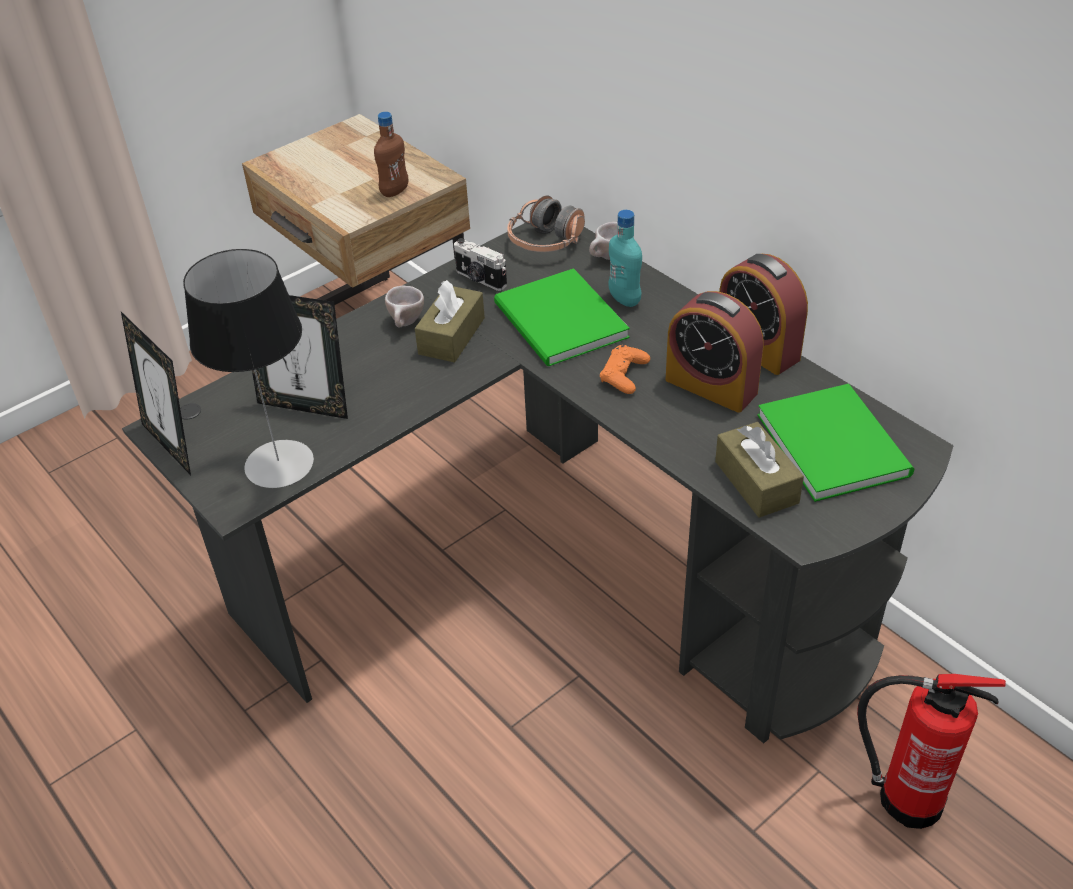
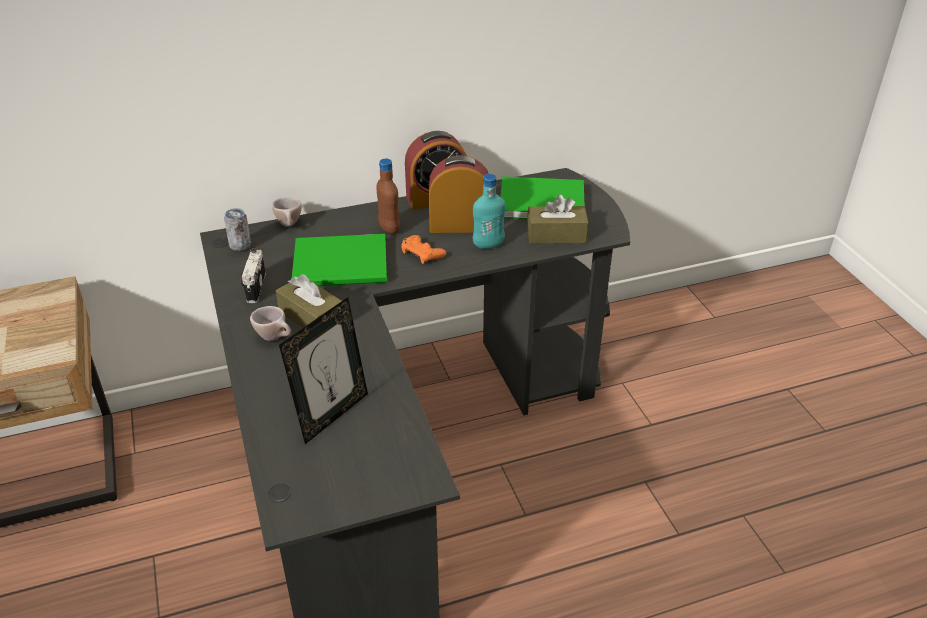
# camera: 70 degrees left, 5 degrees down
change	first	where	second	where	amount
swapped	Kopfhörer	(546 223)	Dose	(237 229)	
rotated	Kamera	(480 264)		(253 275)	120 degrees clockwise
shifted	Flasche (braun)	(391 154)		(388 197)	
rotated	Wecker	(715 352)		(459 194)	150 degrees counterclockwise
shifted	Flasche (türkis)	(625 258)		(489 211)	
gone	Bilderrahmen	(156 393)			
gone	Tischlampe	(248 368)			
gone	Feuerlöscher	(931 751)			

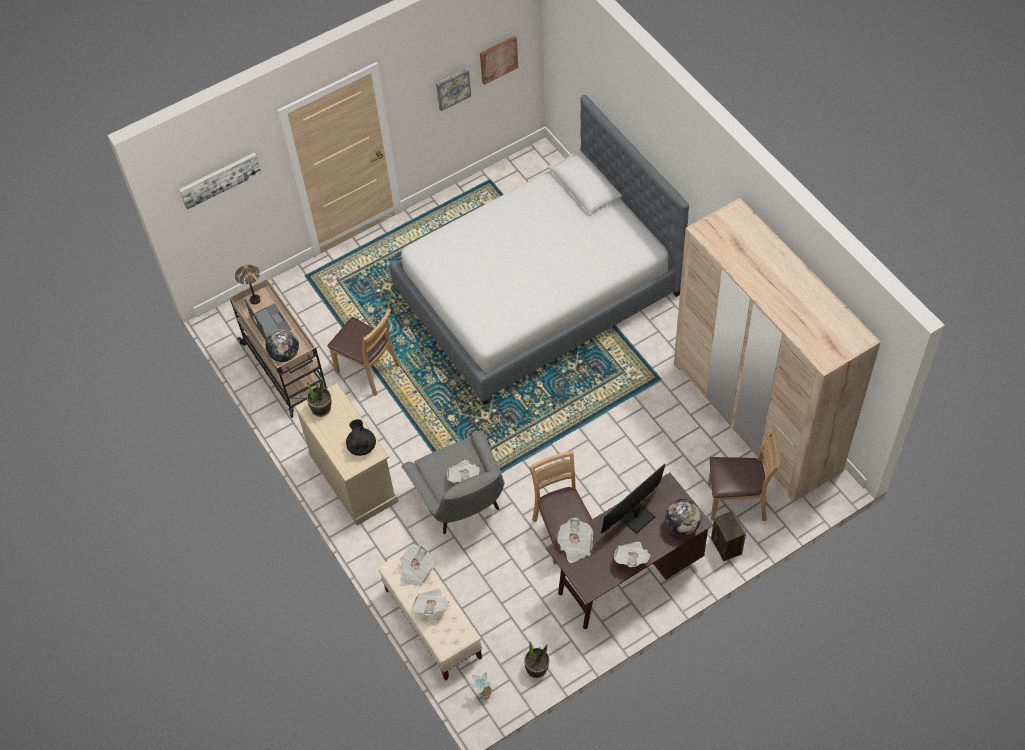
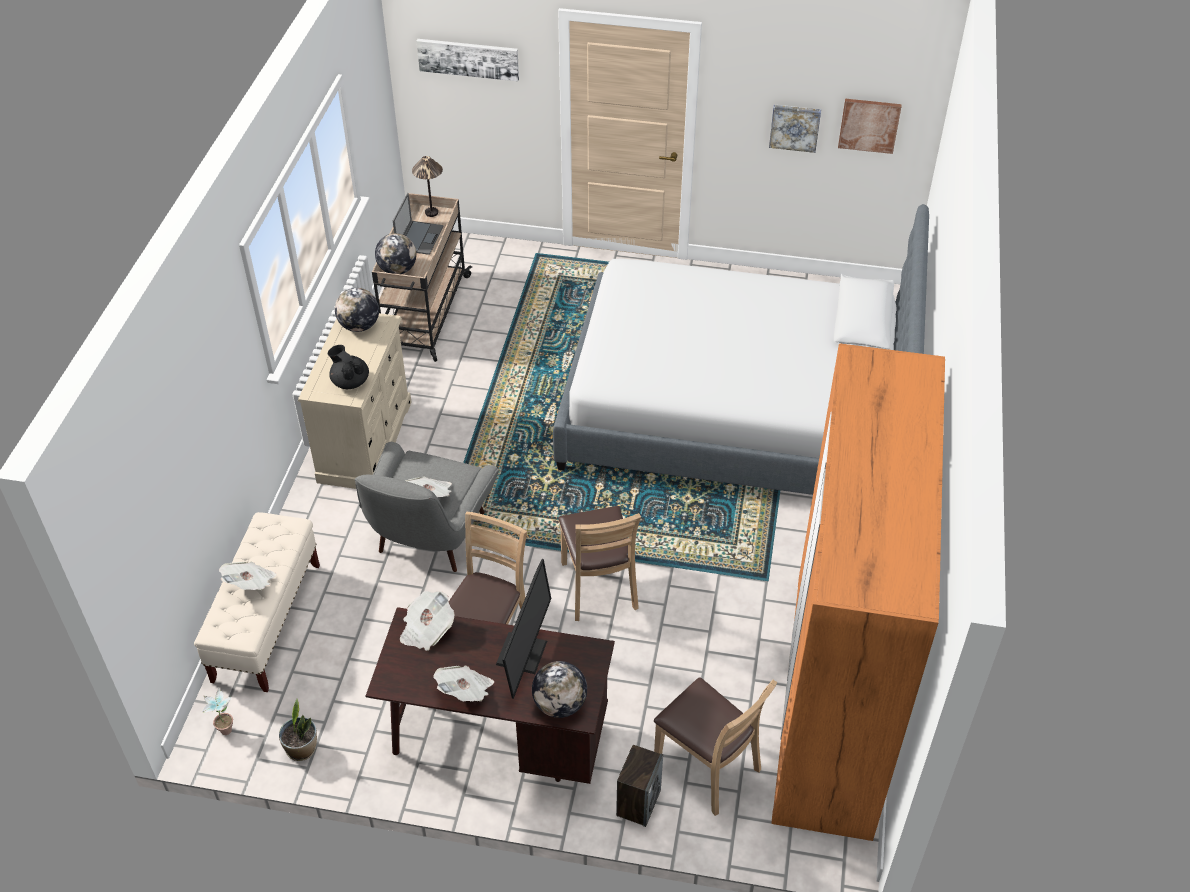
# camera: 40 degrees right, 10 degrees down
change	first	where	second	where	amount
rotated	Teekanne (schwarz)	(361 437)		(348 367)	75 degrees counterclockwise
swapped	Topfpflanze	(318 396)	Globus	(357 310)	
rotated	Monitor	(633 499)		(523 629)	105 degrees clockwise
shifted	Stuhl (braun)	(364 352)		(600 563)	
repainted	Kleiderschrank (beige)	(777 350)	Kleiderschrank (orange)	(858 592)	
gone	Zeitung	(417 565)			

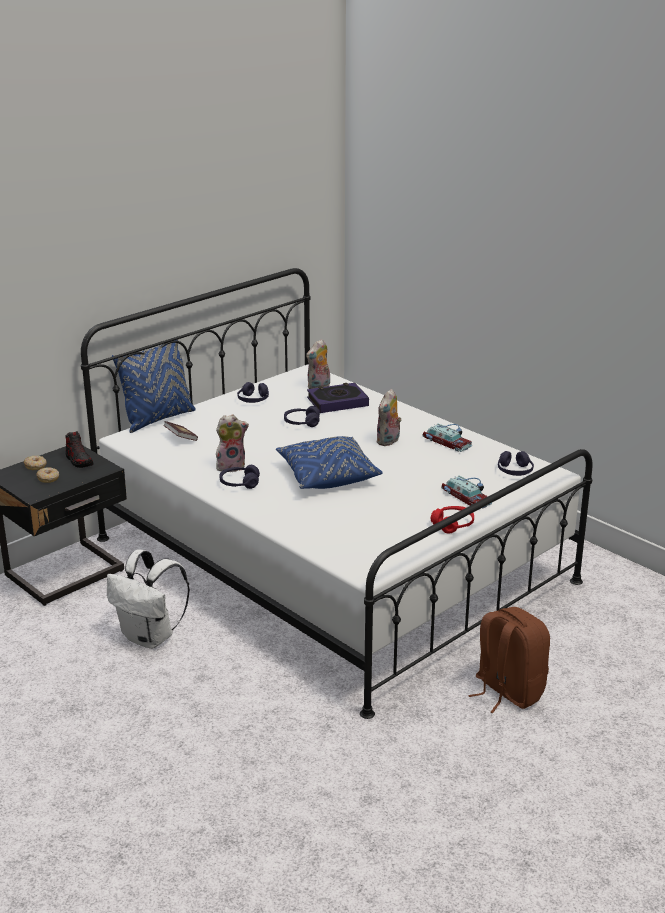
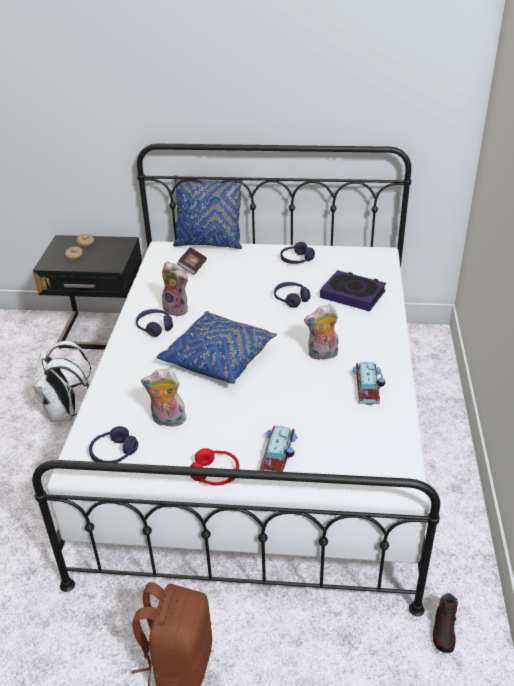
# camera: 50 degrees right, 10 degrees up
change	first	where	second	where	amount
shifted	Kopfhörer (lila)	(516 463)		(113 444)	
shifted	Plüschtier	(318 364)		(163 398)	
shifted	Schuh	(79 449)		(445 623)	

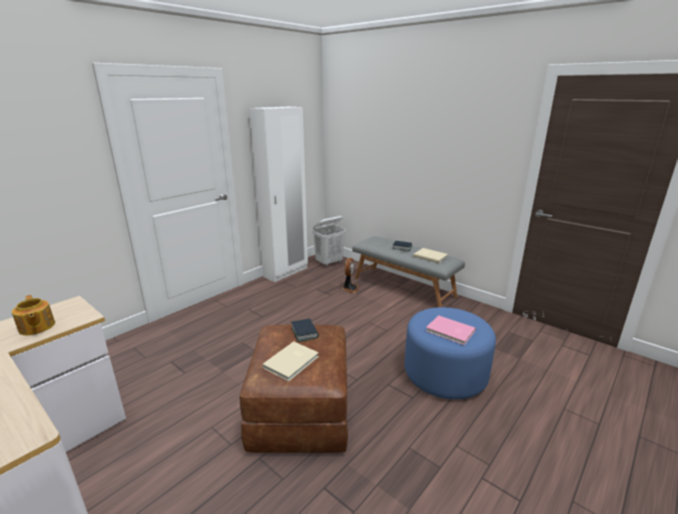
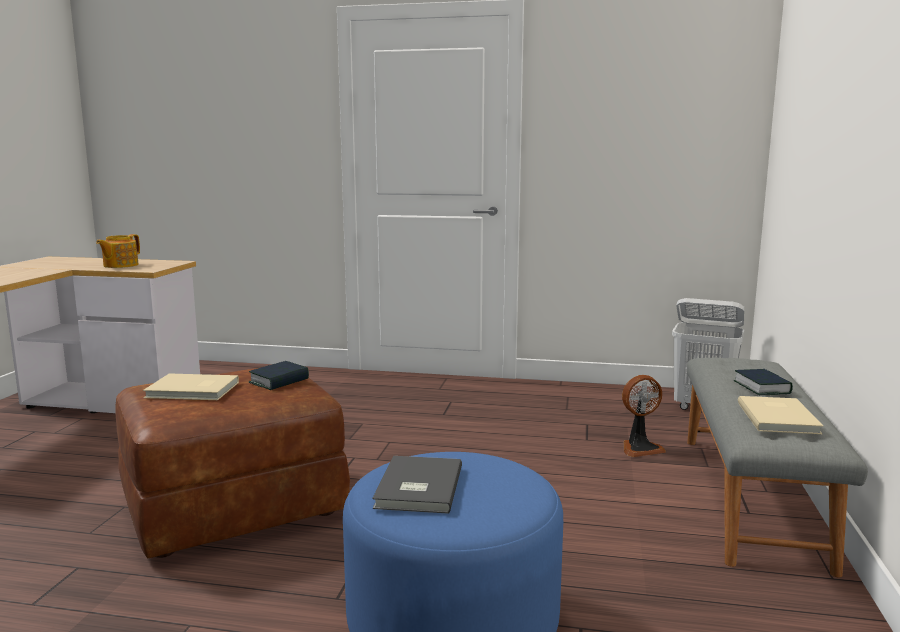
# camera: 60 degrees right, 10 degrees down
change	first	where	second	where	amount
repainted	Buch (rosa)	(451 330)	Buch (grau)	(417 485)	
gone	Kleiderschrank (weiß)	(278 194)			

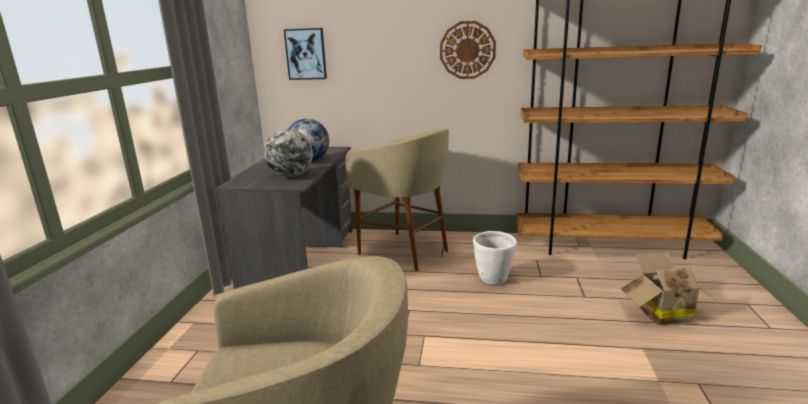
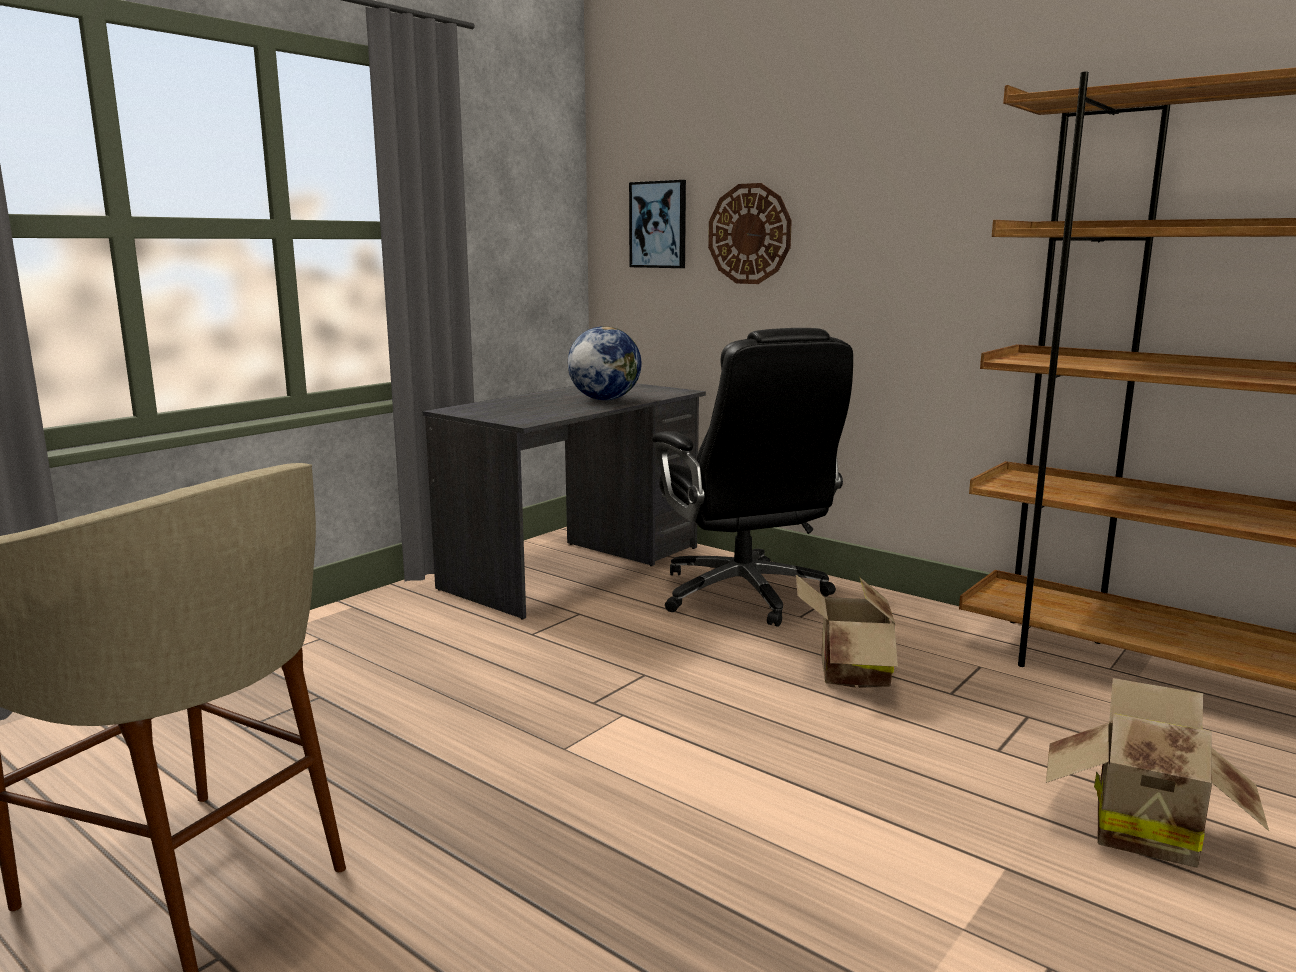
# camera: 30 degrees right, 5 degrees down
change	first	where	second	where	amount
swapped	Hocker (beige)	(397 200)	Bürostuhl (schwarz)	(752 477)	
shifted	Wanduhr	(468 50)		(750 233)	
swapped	Pflanzkübel (weiß)	(495 258)	Karton	(847 631)	
gone	Globus	(288 153)			

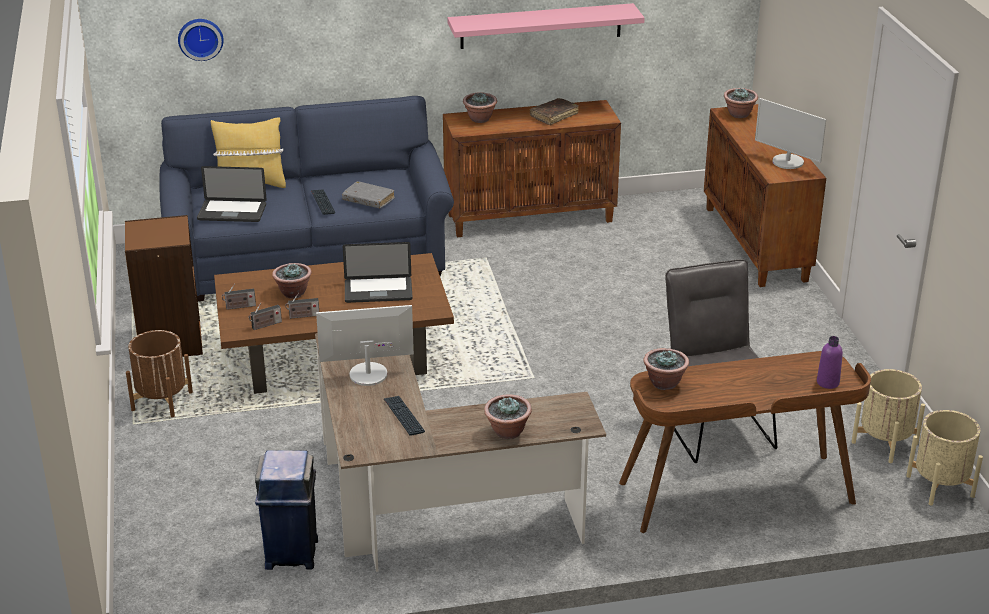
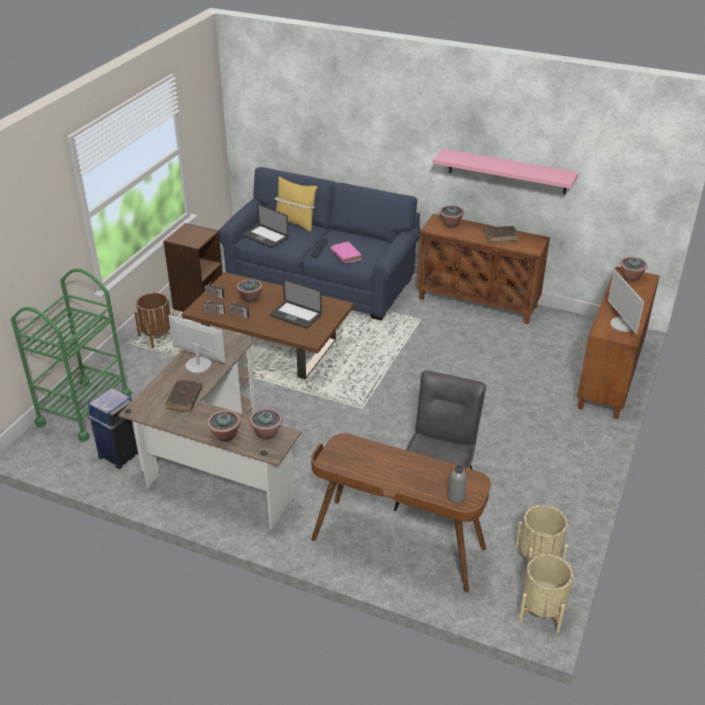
# camera: 35 degrees right, 5 degrees up
change	first	where	second	where	amount
new			Rollwagen (grün)	(71 355)	
swapped	Tastatur	(404 416)	Buch (braun)	(183 396)	
shifted	Topfpflanze	(666 369)		(266 424)	
repainted	Buch (grau)	(368 194)	Buch (rosa)	(346 252)	
repainted	Flasche (lila)	(830 362)	Flasche (grau)	(456 484)	
gone	Wanduhr	(201 40)			

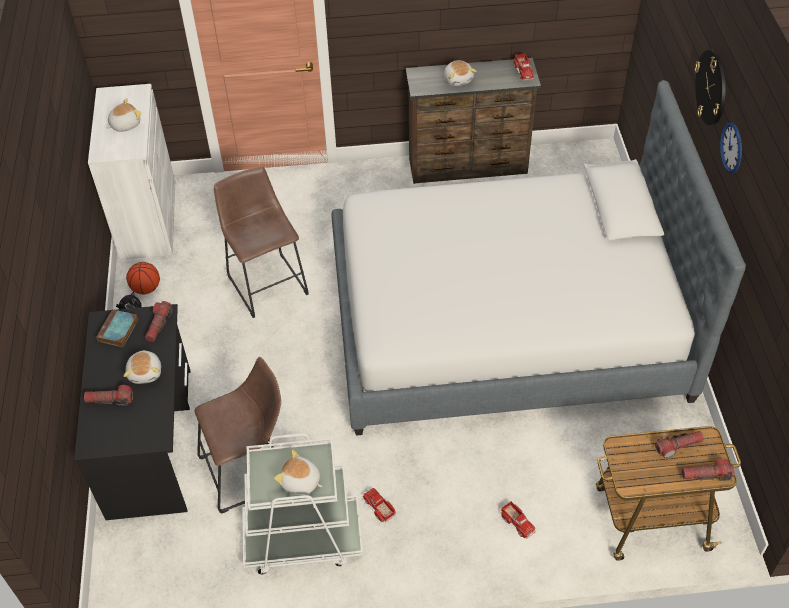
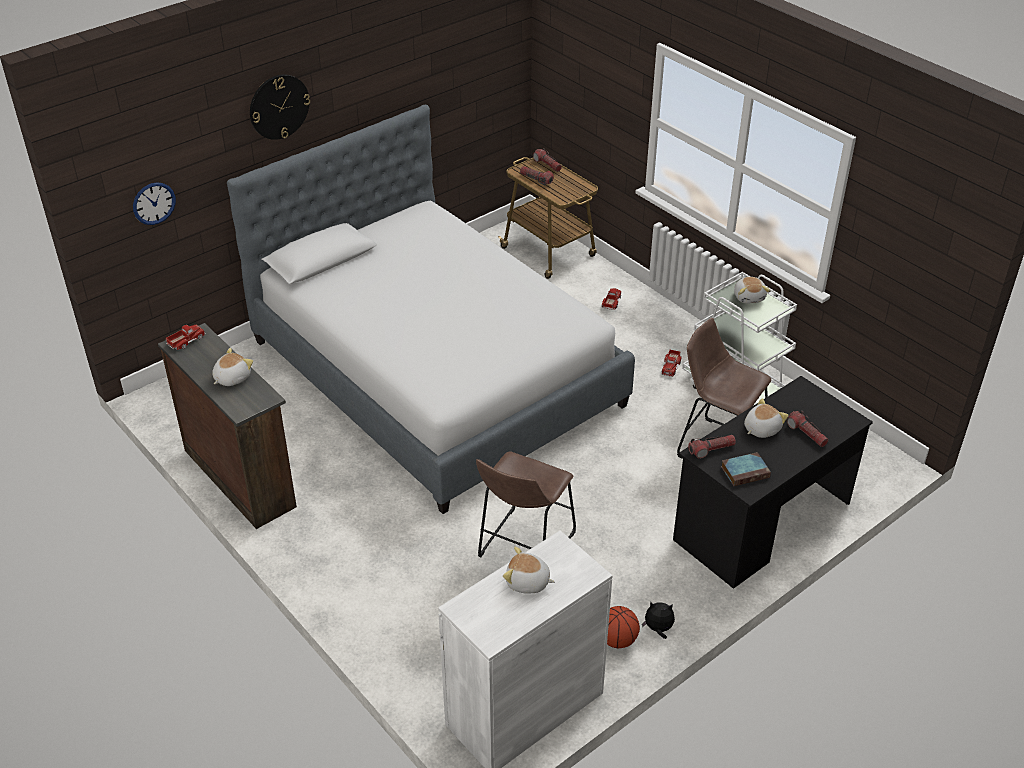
# camera: 125 degrees left, 10 degrees down
change	first	where	second	where	amount
shifted	Wanduhr	(731 147)		(154 203)	

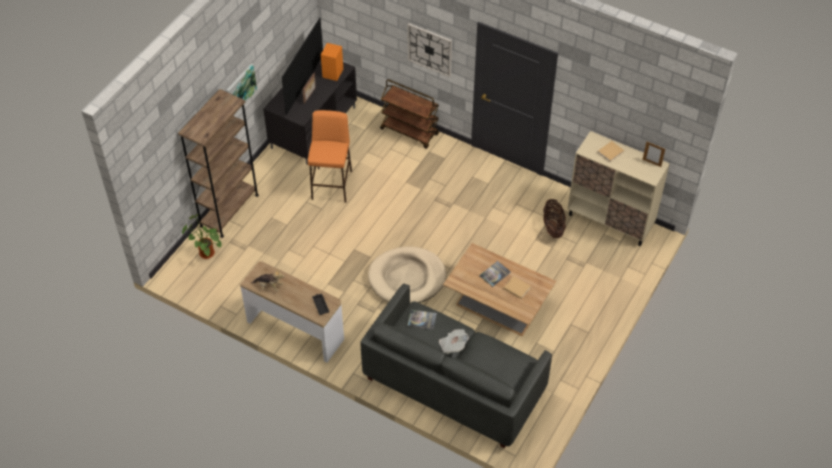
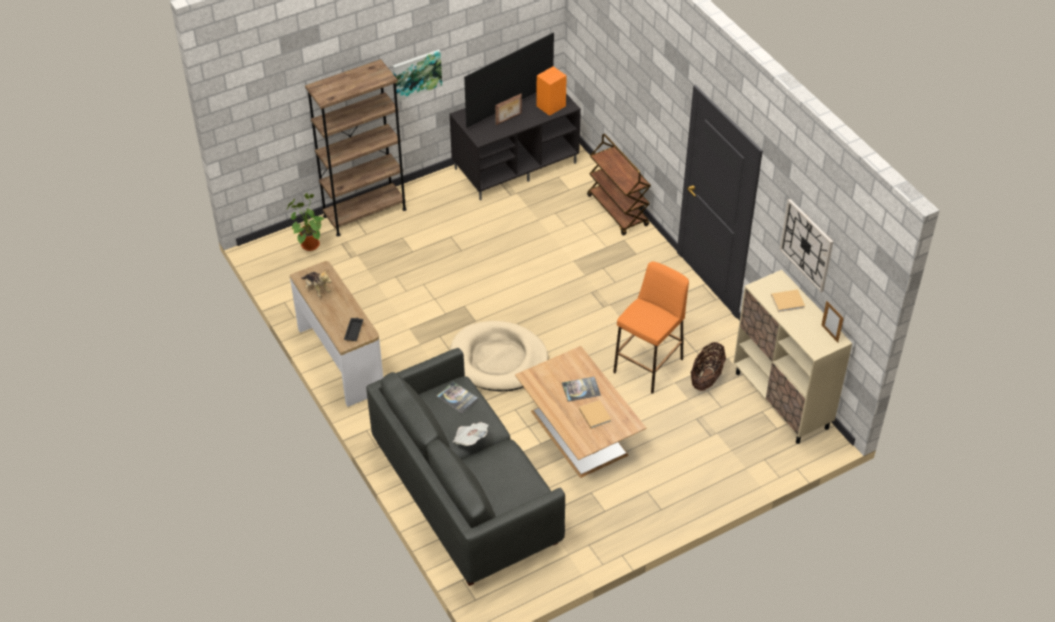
# camera: 30 degrees right, 5 degrees down
change	first	where	second	where	amount
shifted	Hocker (orange)	(330 156)		(651 327)	
shifted	Wanduhr	(430 50)		(806 245)	

